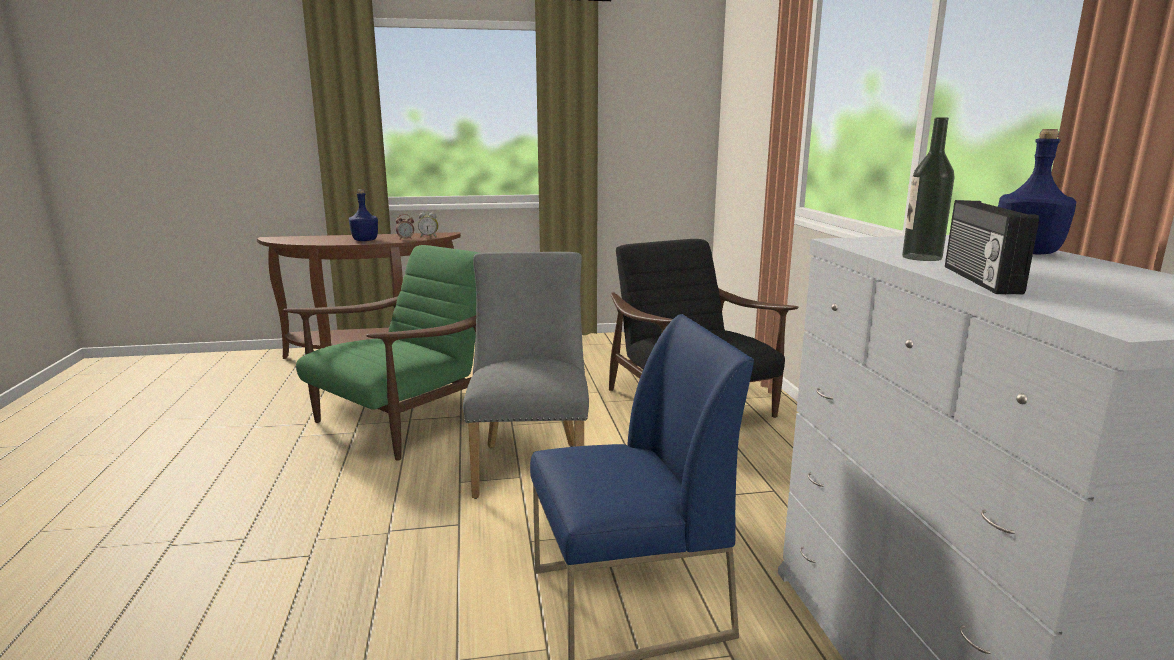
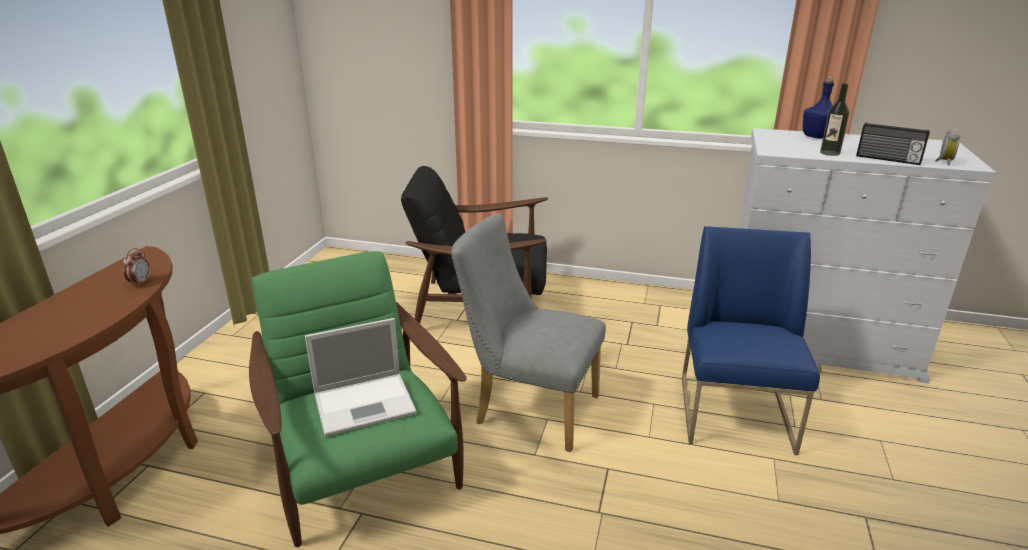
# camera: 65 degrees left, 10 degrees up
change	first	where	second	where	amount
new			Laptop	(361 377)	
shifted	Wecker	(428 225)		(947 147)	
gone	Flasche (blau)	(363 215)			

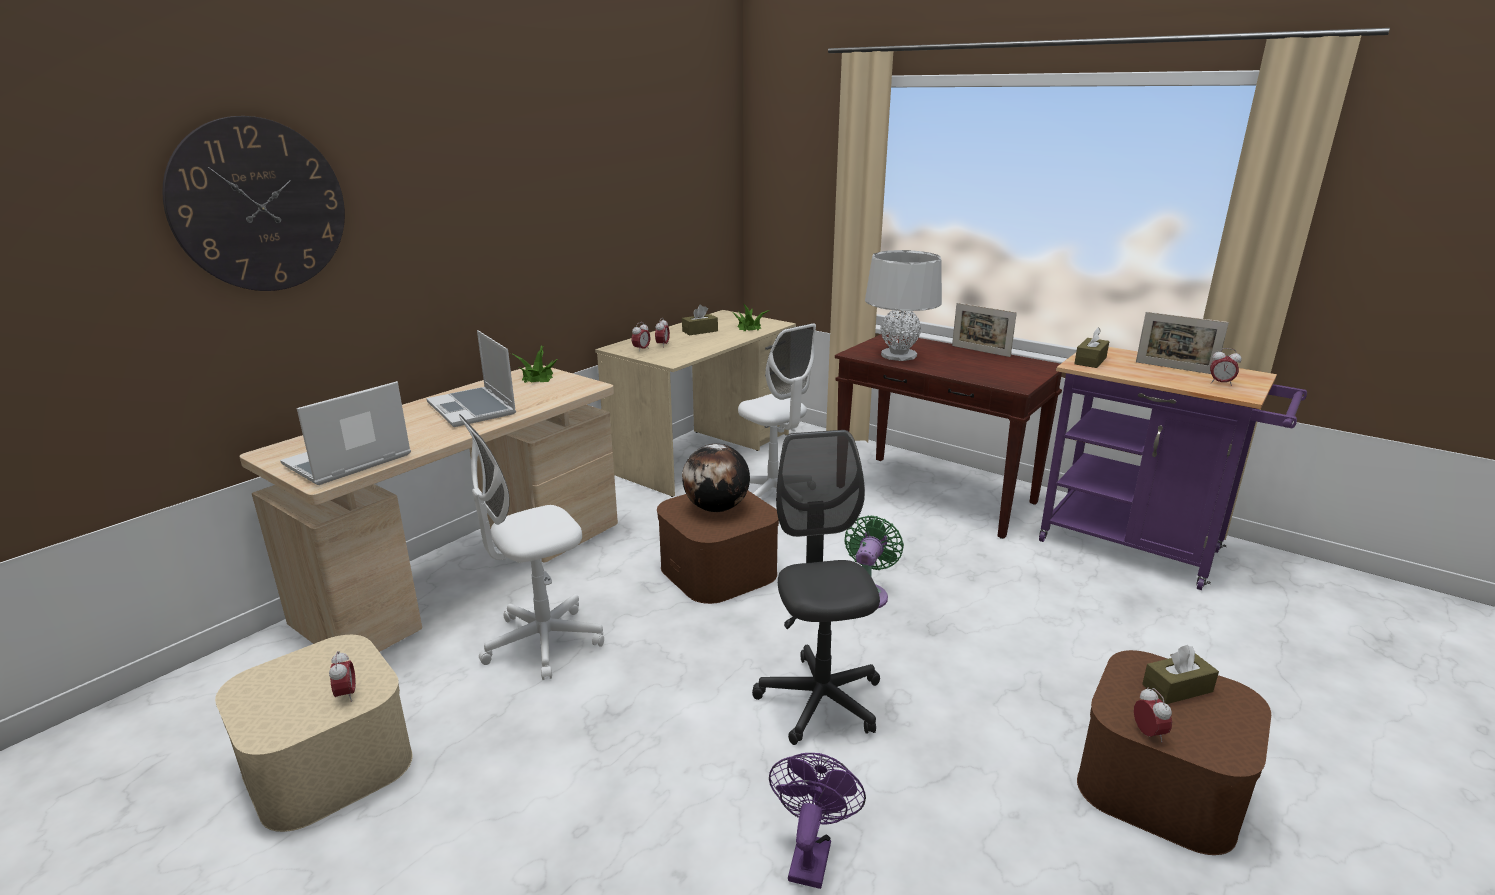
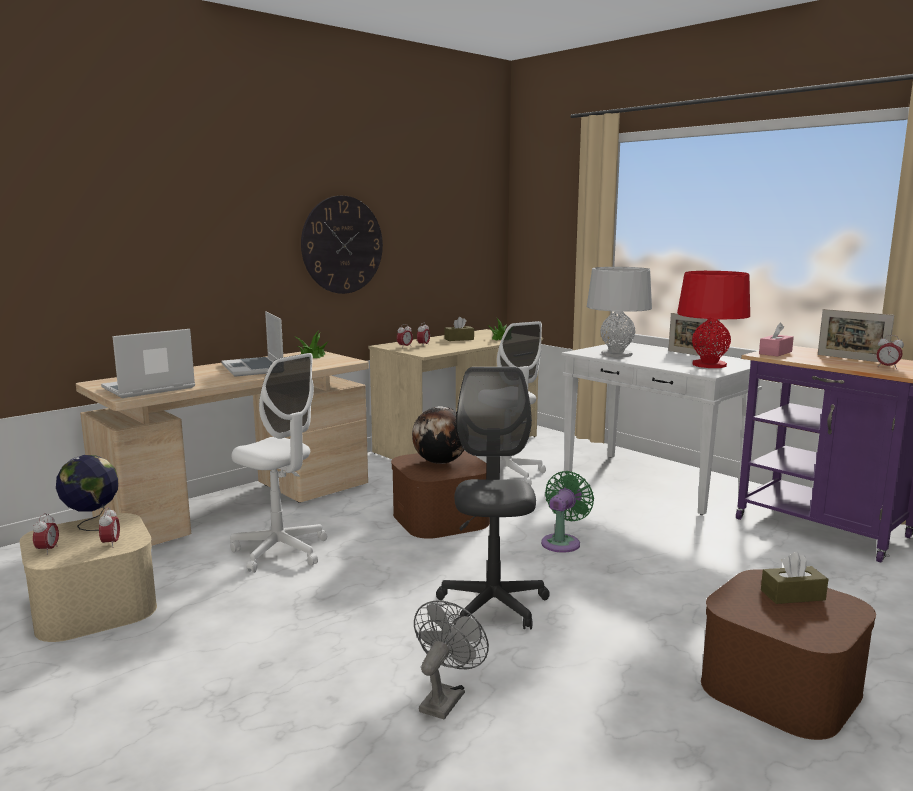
# camera: 10 degrees right, 10 degrees down
change	first	where	second	where	amount
shifted	Wecker	(1153 715)		(46 534)	
new			Globus	(87 493)	
rotated	Bürostuhl (weiß)	(531 547)		(278 463)	120 degrees counterclockwise
shifted	Wanduhr	(253 203)		(342 245)	
repainted	Ventilator (lila)	(817 821)	Ventilator (grau)	(451 659)	
repainted	Konsolentisch (braun)	(948 436)	Konsolentisch (weiß)	(661 429)	
new			Tischlampe (rot)	(713 319)	
repainted	Taschentuchbox (braun)	(1091 347)	Taschentuchbox (rosa)	(776 339)	

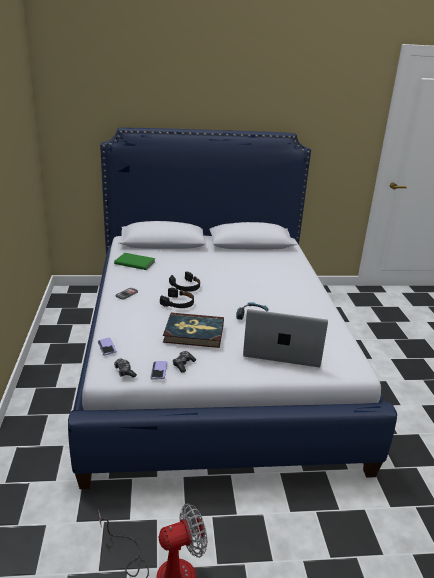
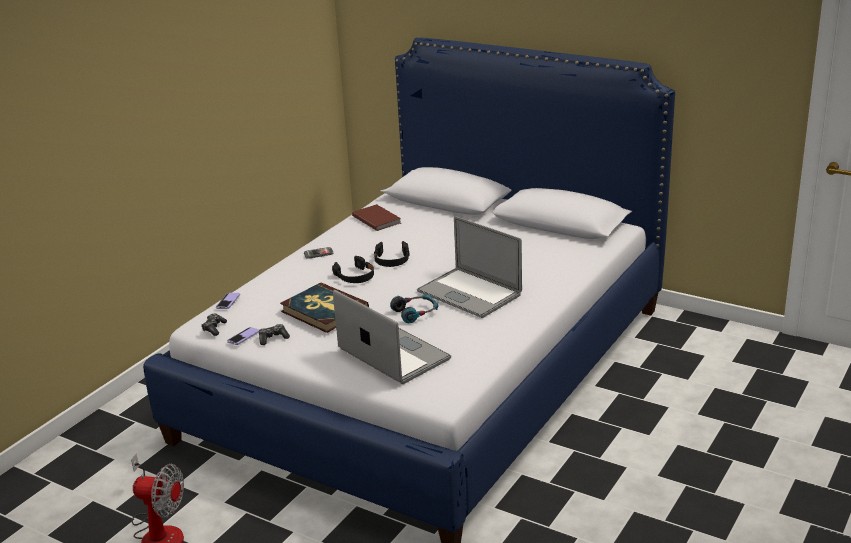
# camera: 40 degrees right, 0 degrees up
change	first	where	second	where	amount
repainted	Buch (grün)	(134 261)	Buch (braun)	(376 217)	
new			Laptop	(469 267)	

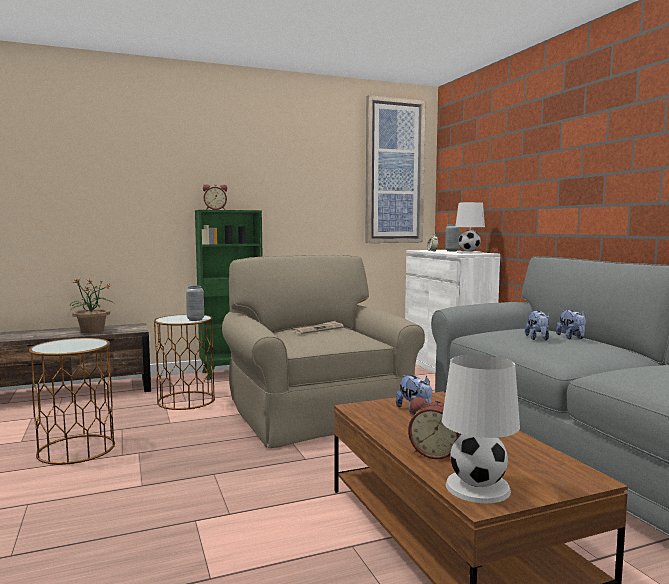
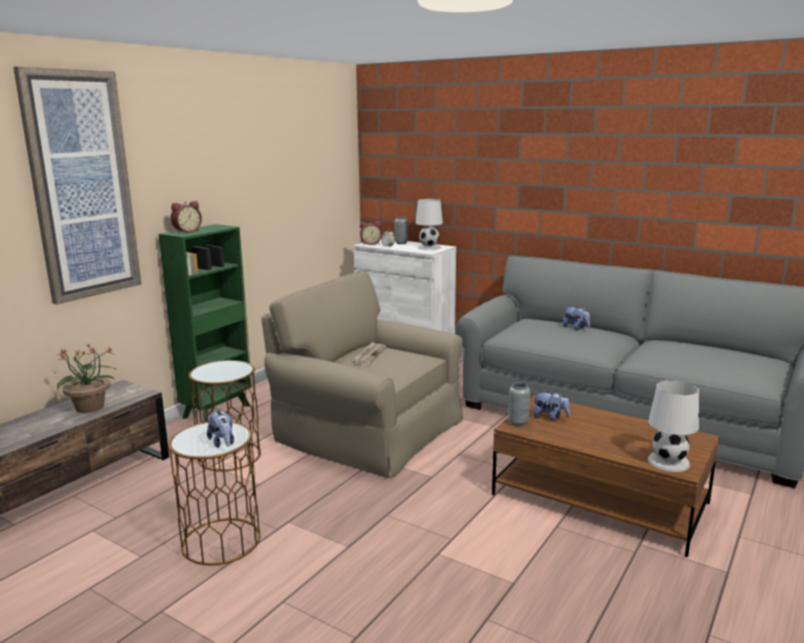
# camera: 35 degrees left, 10 degrees up
change	first	where	second	where	amount
shifted	Bild	(395 169)		(77 185)	
shifted	Plüschtier	(537 325)		(220 428)	
shifted	Wecker	(434 428)		(371 233)	
shifted	Vase (grau)	(195 303)		(519 404)	

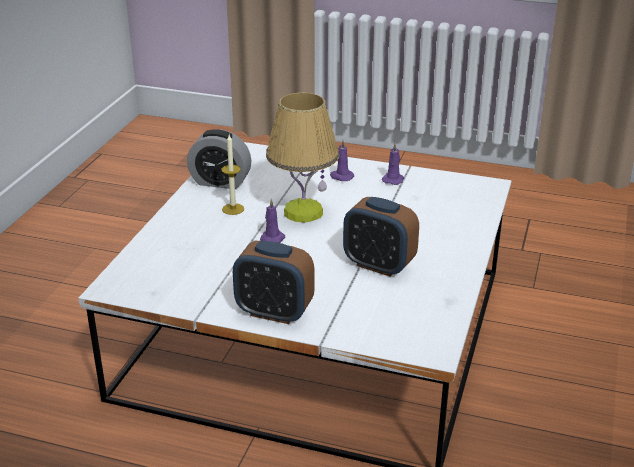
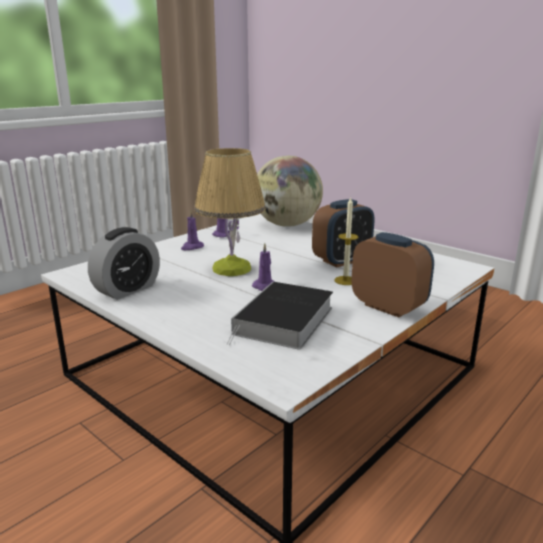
# camera: 65 degrees left, 10 degrees down
change	first	where	second	where	amount
new			Buch	(280 316)	
new			Globus	(290 191)	
shifted	Kerze	(232 175)		(346 240)	
rotated	Wecker	(273 282)		(393 274)	90 degrees counterclockwise

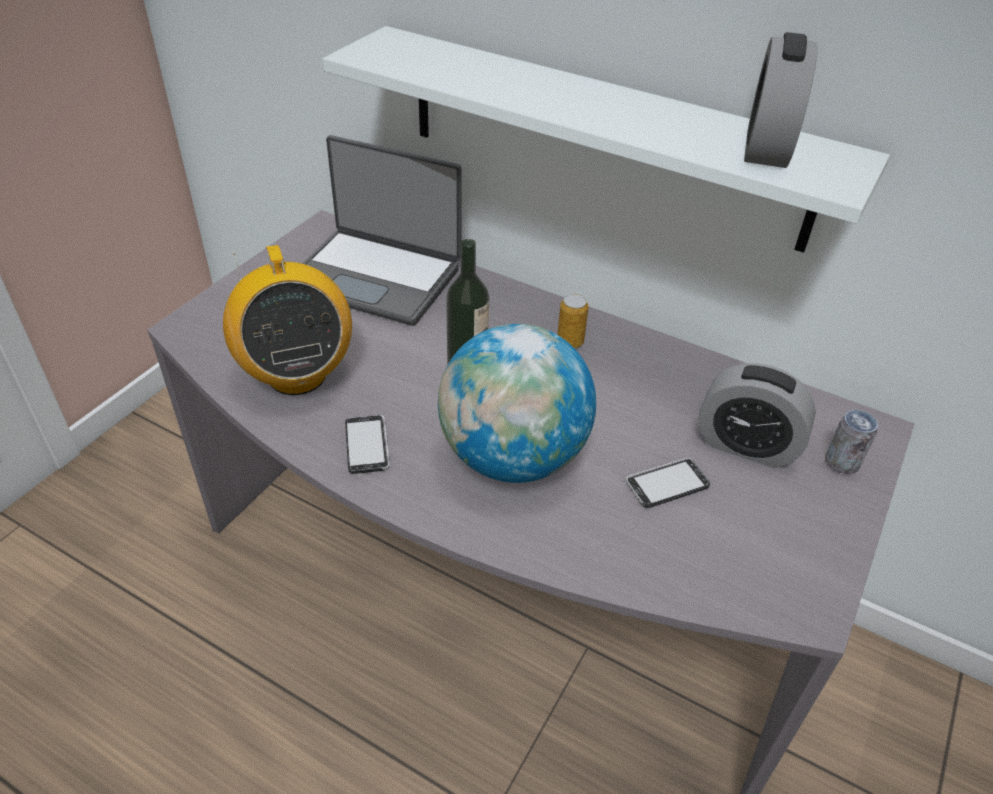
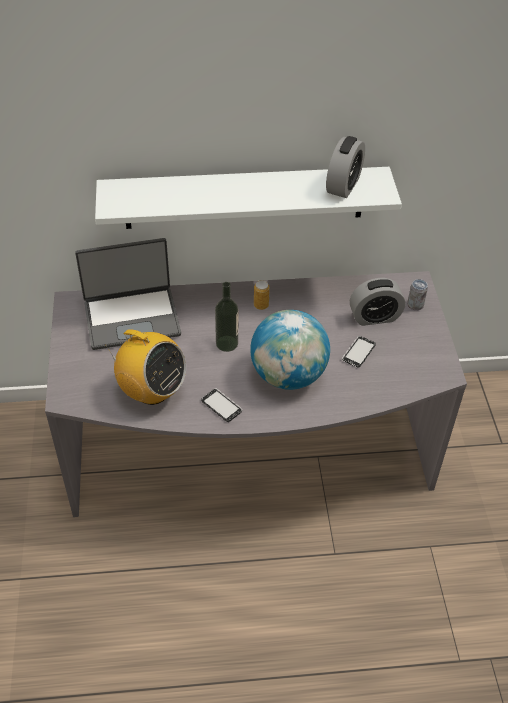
# camera: 35 degrees left, 5 degrees up
change	first	where	second	where	amount
rotated	Wecker	(781 100)		(345 167)	135 degrees counterclockwise

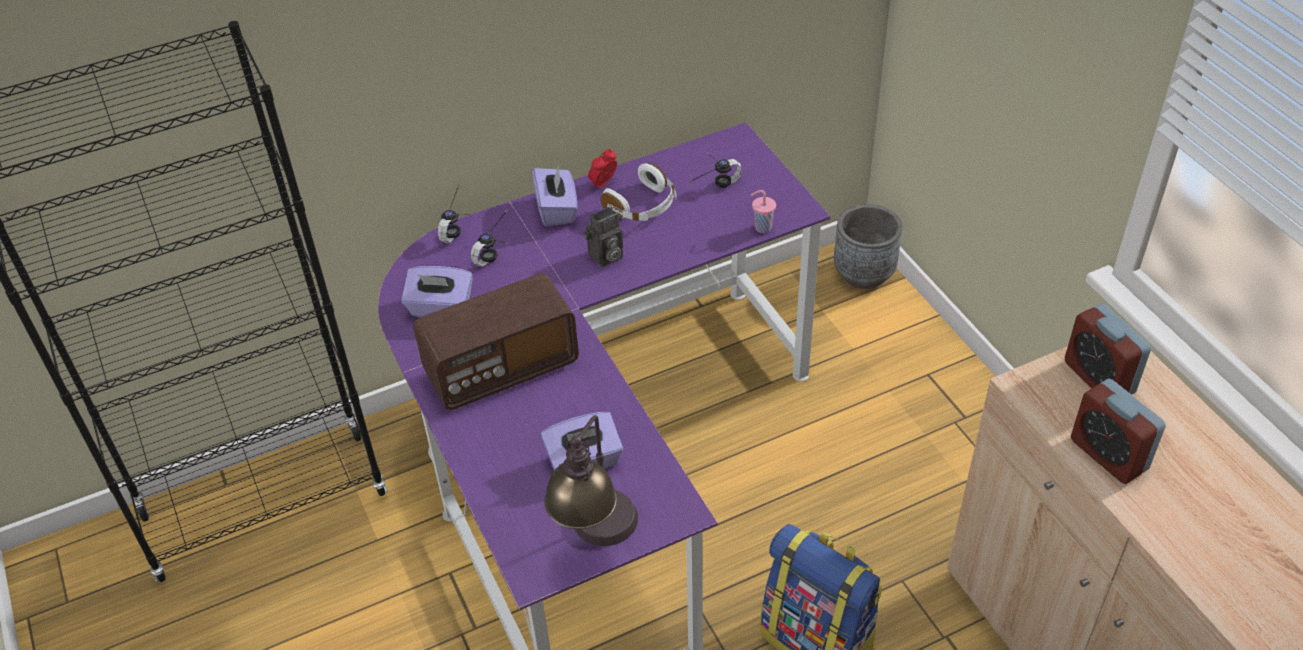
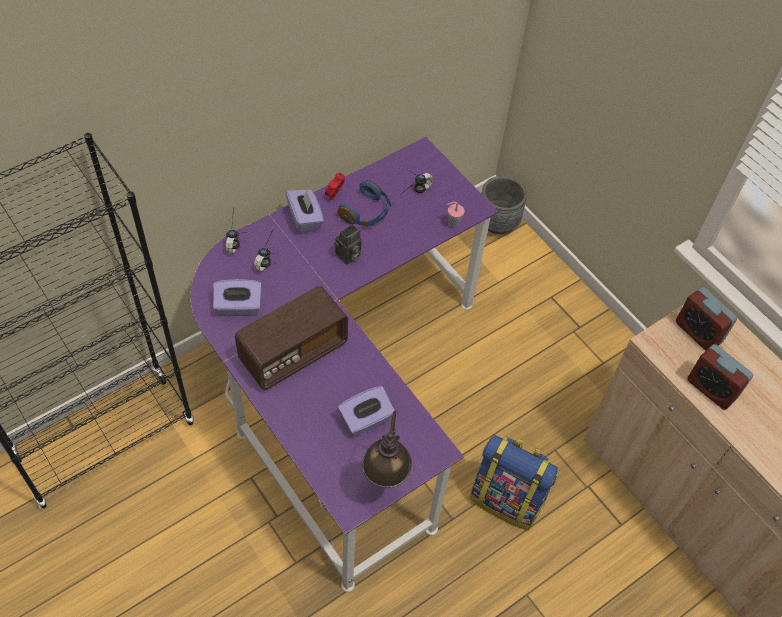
# camera: 15 degrees left, 10 degrees up
change	first	where	second	where	amount
repainted	Kopfhörer (weiß)	(639 192)	Kopfhörer (blau)	(364 203)	

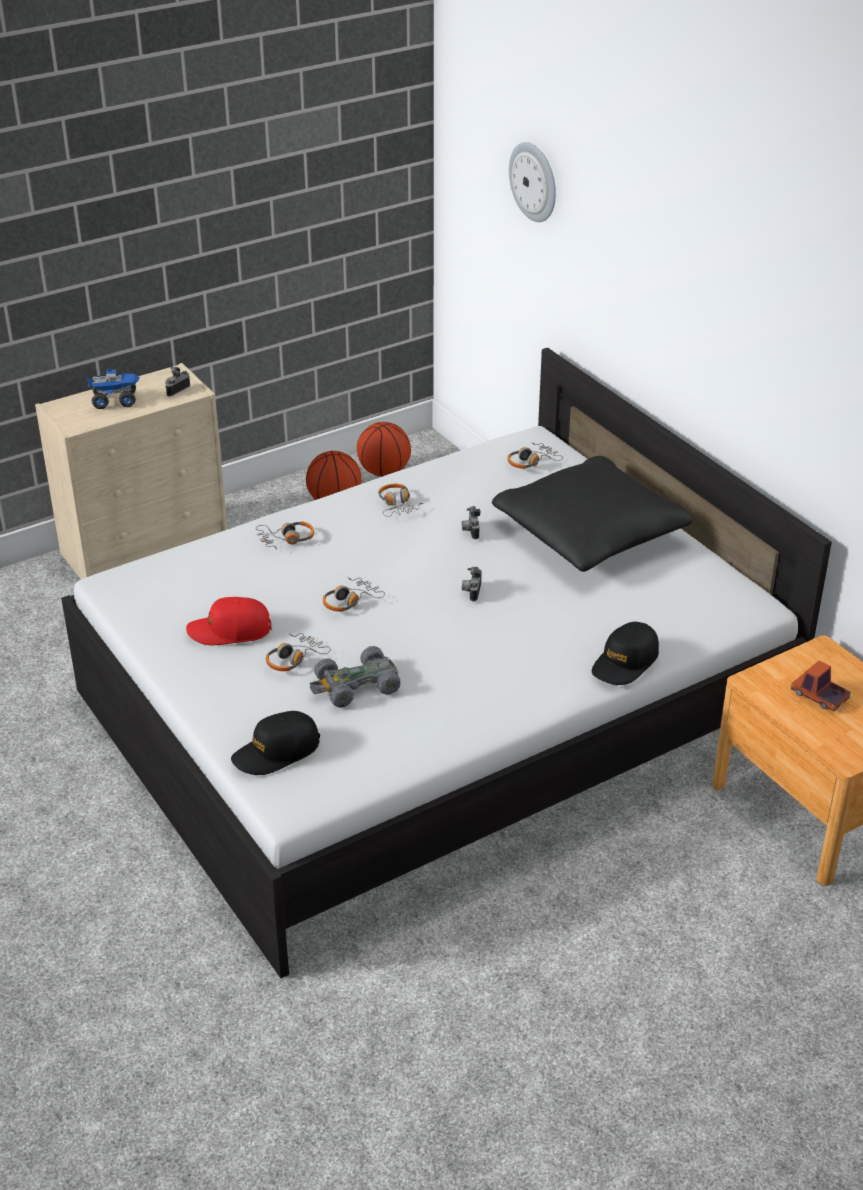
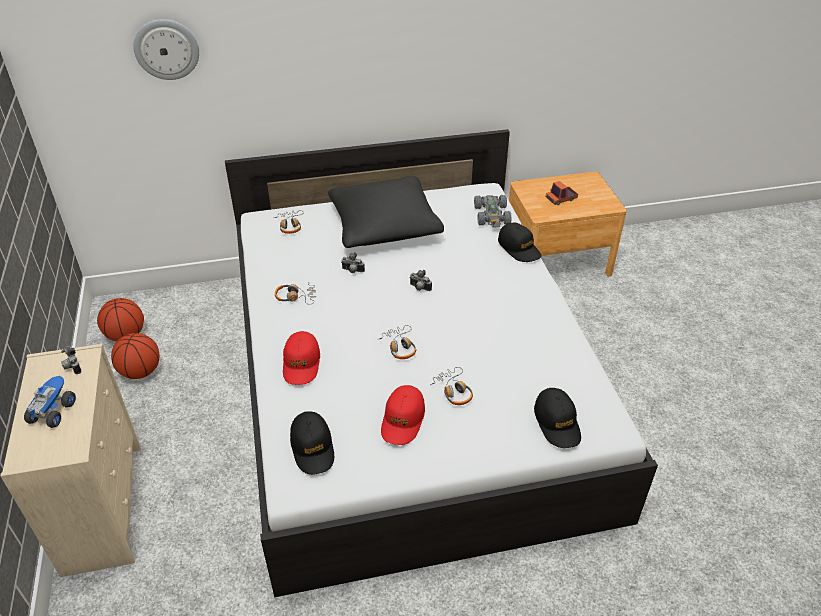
# camera: 70 degrees left, 5 degrees up
change	first	where	second	where	amount
swapped	Kopfhörer	(285 535)	Kappe (rot)	(301 358)	
new			Kappe (schwarz)	(312 443)	
shifted	Spielzeugauto (grau)	(355 676)		(493 211)	

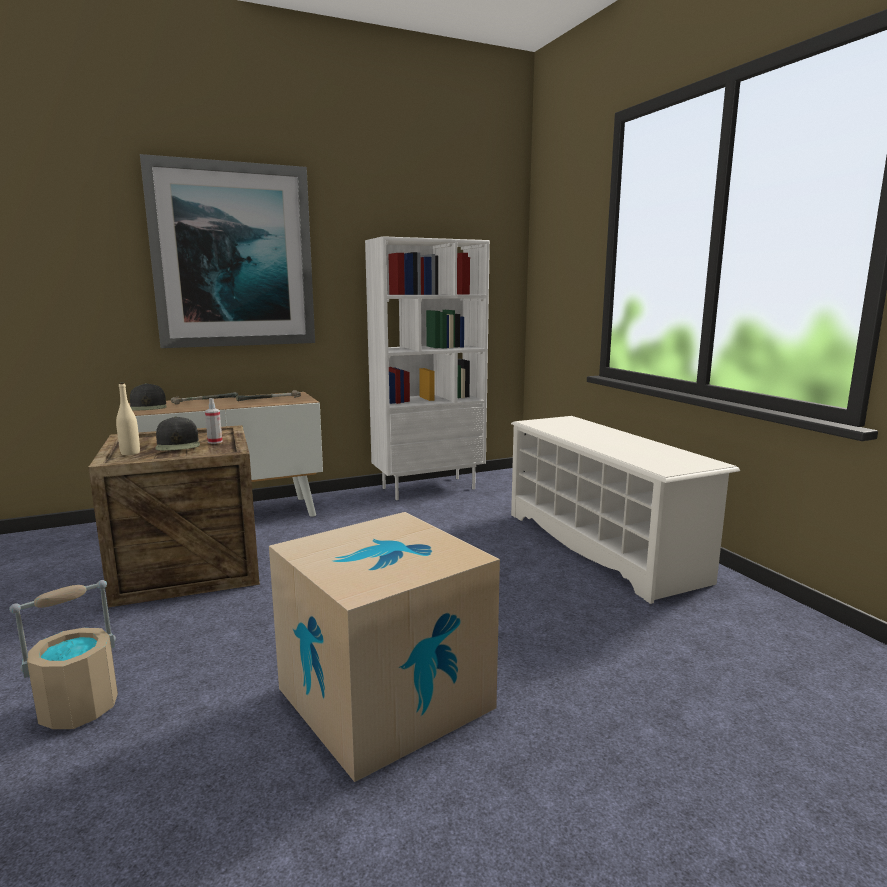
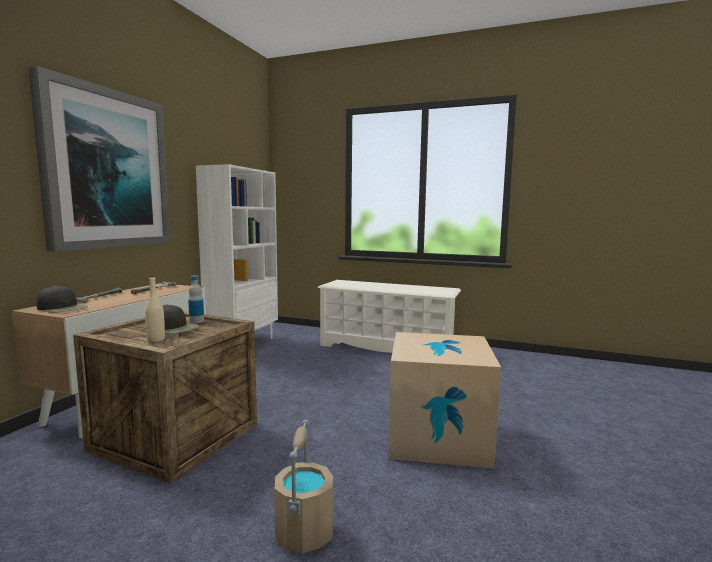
# camera: 45 degrees left, 5 degrees down
change	first	where	second	where	amount
swapped	Sprühflasche	(214 421)	Flasche	(196 299)	

